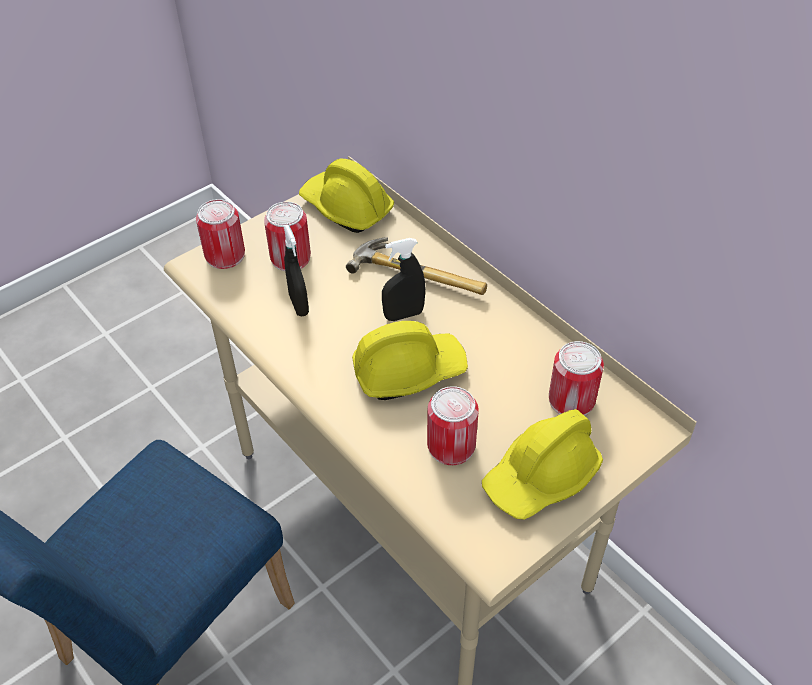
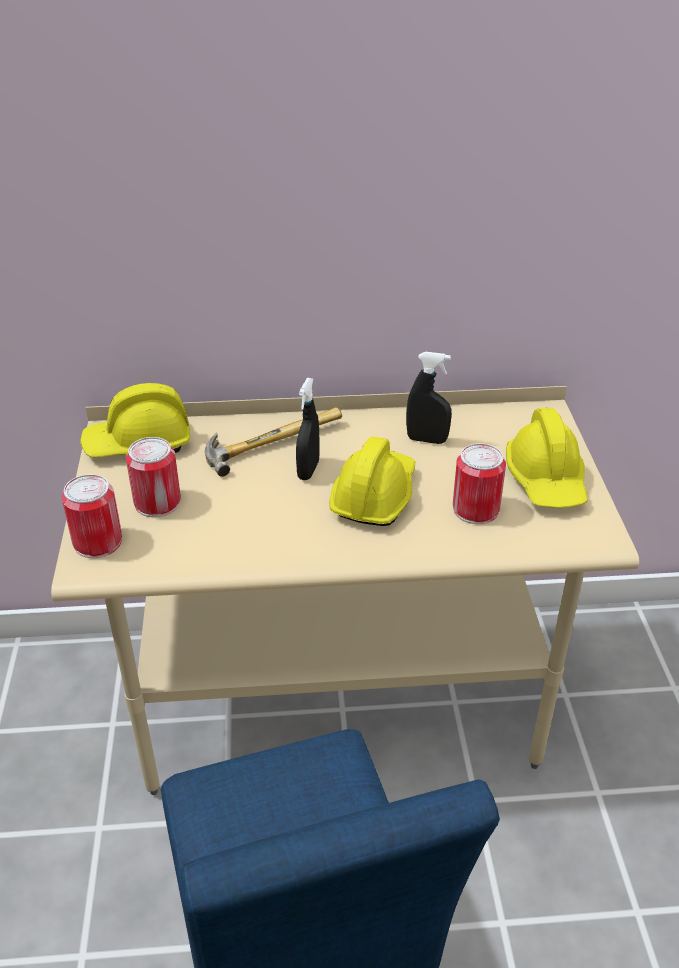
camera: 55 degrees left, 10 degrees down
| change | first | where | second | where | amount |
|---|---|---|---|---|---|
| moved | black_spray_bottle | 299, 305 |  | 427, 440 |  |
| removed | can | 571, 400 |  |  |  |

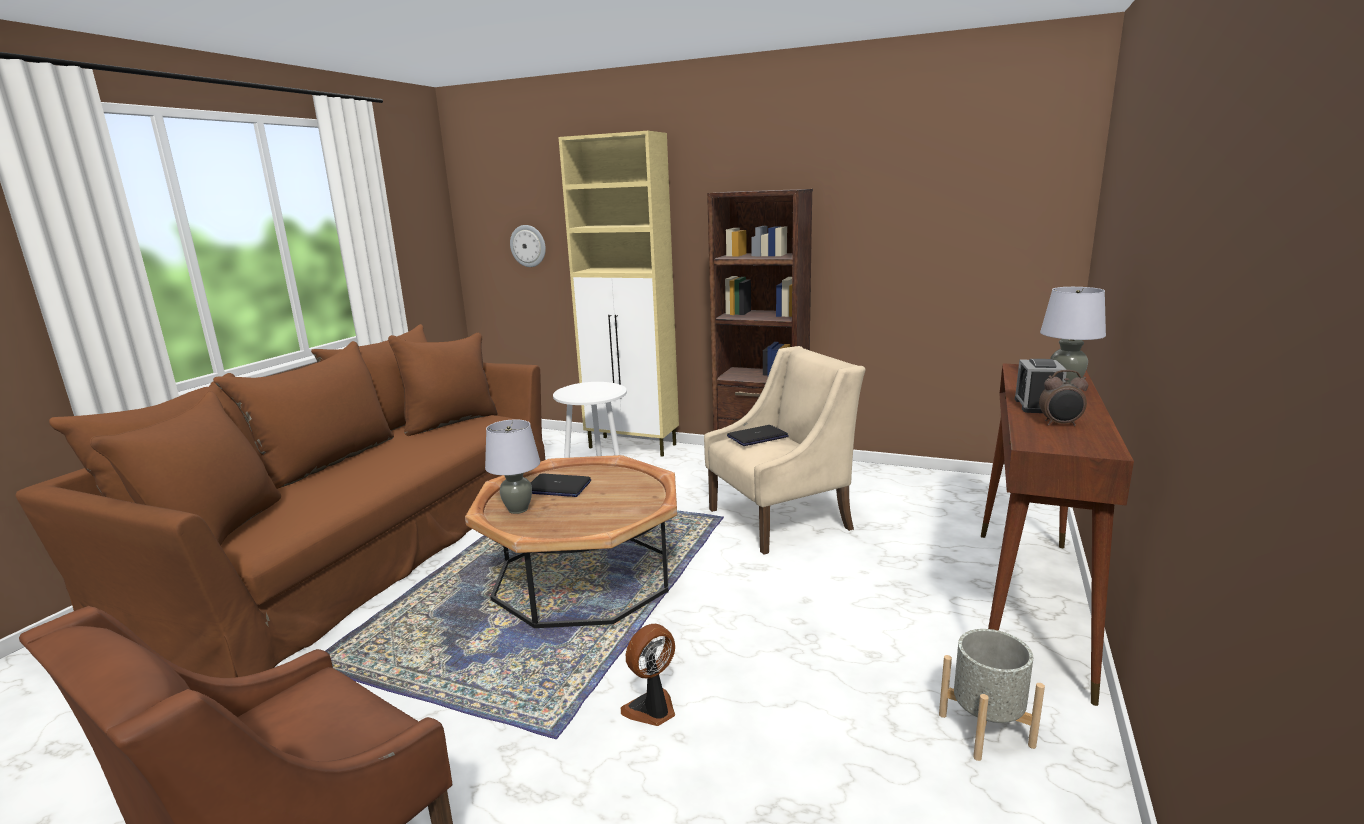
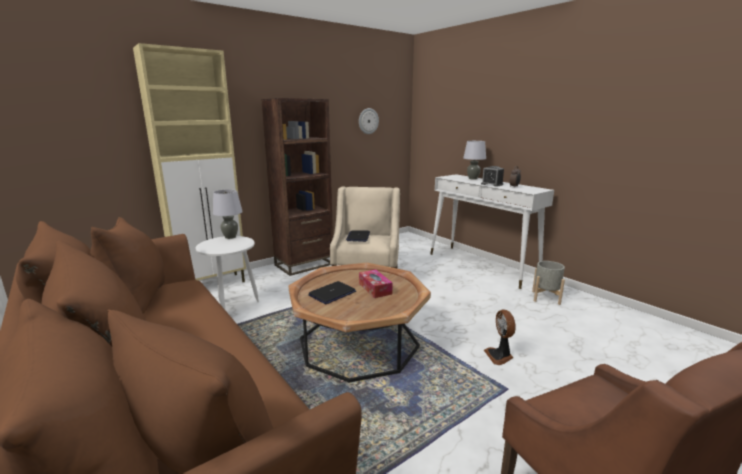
camera: 60 degrees left, 0 degrees up
| change | first | where | second | where | amount |
|---|---|---|---|---|---|
| moved | grey_table_lamp | 518, 509 |  | 230, 237 |  |
| moved | wall_clock | 528, 246 |  | 368, 121 |  |
| added |  |  | tissue_box | 375, 288 |  |
| recoloured | brown_console_table | 1028, 605 | white_console_table | 482, 266 |  |

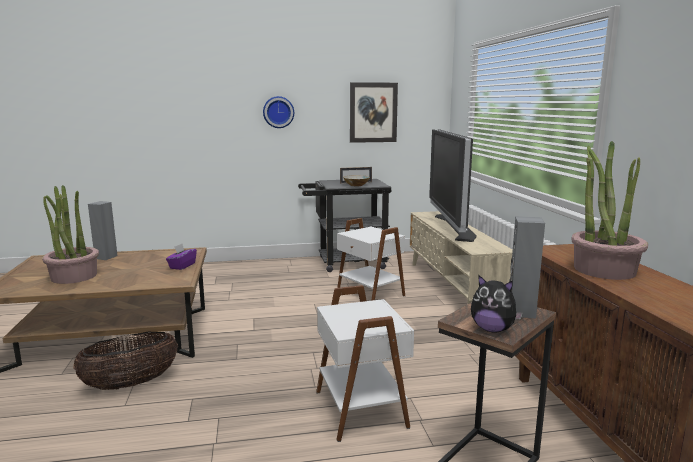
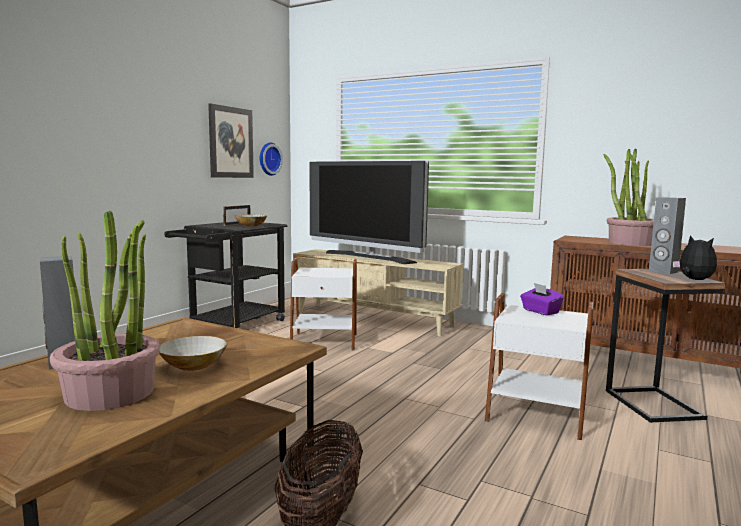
camera: 50 degrees left, 5 degrees down
| change | first | where | second | where | amount |
|---|---|---|---|---|---|
| added |  |  | bowl | 192, 365 |  |
| moved | wall_clock | 278, 112 |  | 268, 159 |  |
| moved | purple_tissue_box | 182, 266 |  | 540, 311 |  |
| turned | plush_toy | 492, 329 |  | 694, 280 | 90 degrees counterclockwise |

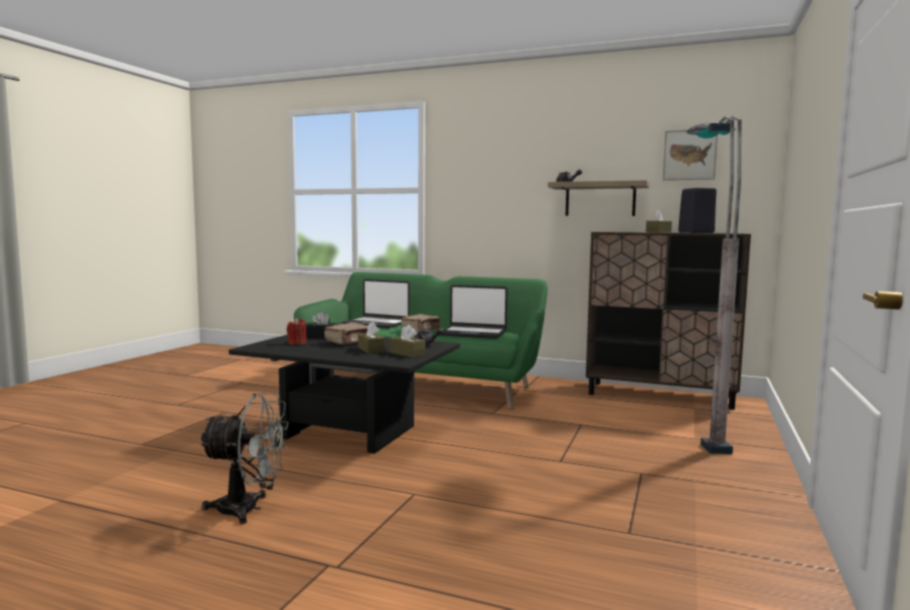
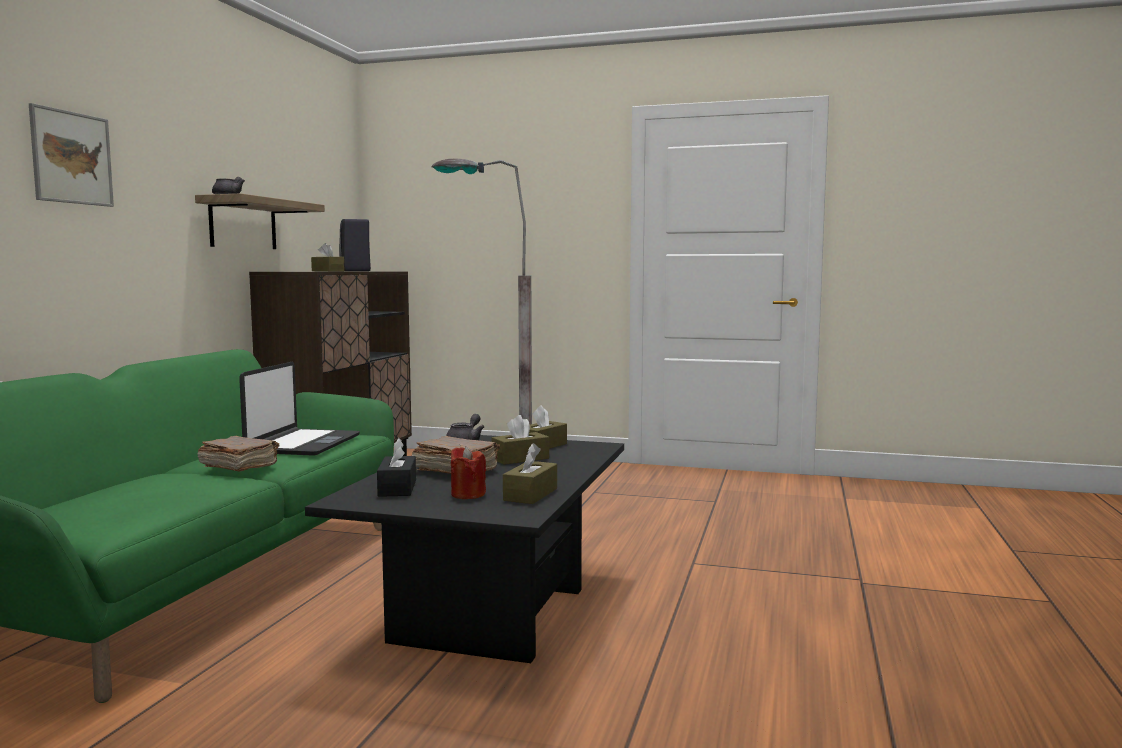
camera: 95 degrees left, 0 degrees up
| change | first | where | second | where | amount |
|---|---|---|---|---|---|
| moved | picture | 689, 155 |  | 71, 158 |  |
| added |  |  | brown_tissue_box | 530, 494 |  |
| removed | grey_fan | 248, 509 |  |  |  |
| removed | laptop | 377, 323 |  |  |  |

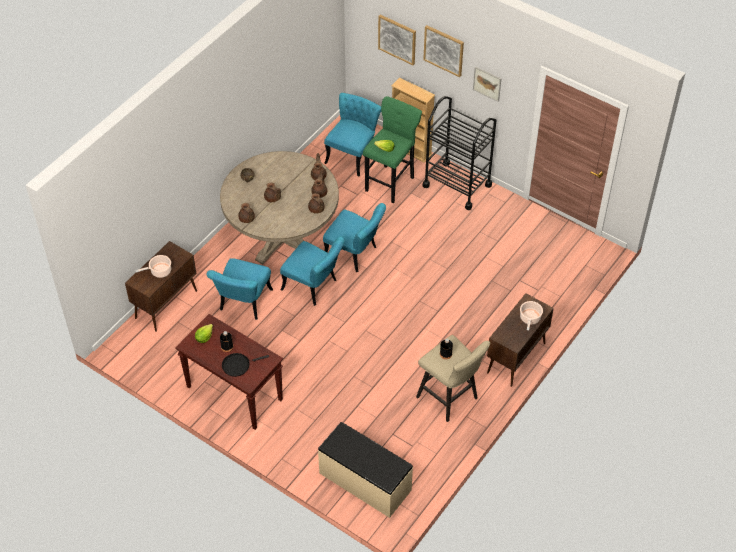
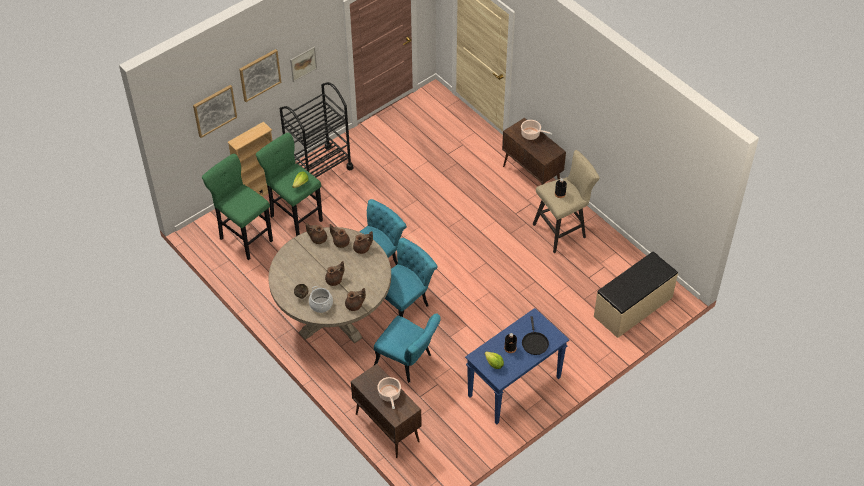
camera: 75 degrees left, 0 degrees up
| change | first | where | second | where | amount |
|---|---|---|---|---|---|
| replaced | turquoise_chair | 353, 154 | green_stool | 244, 238 |  |
| added |  |  | cooking_pot | 321, 304 |  |
| recoloured | brown_console_table | 233, 393 | blue_console_table | 514, 388 |  |

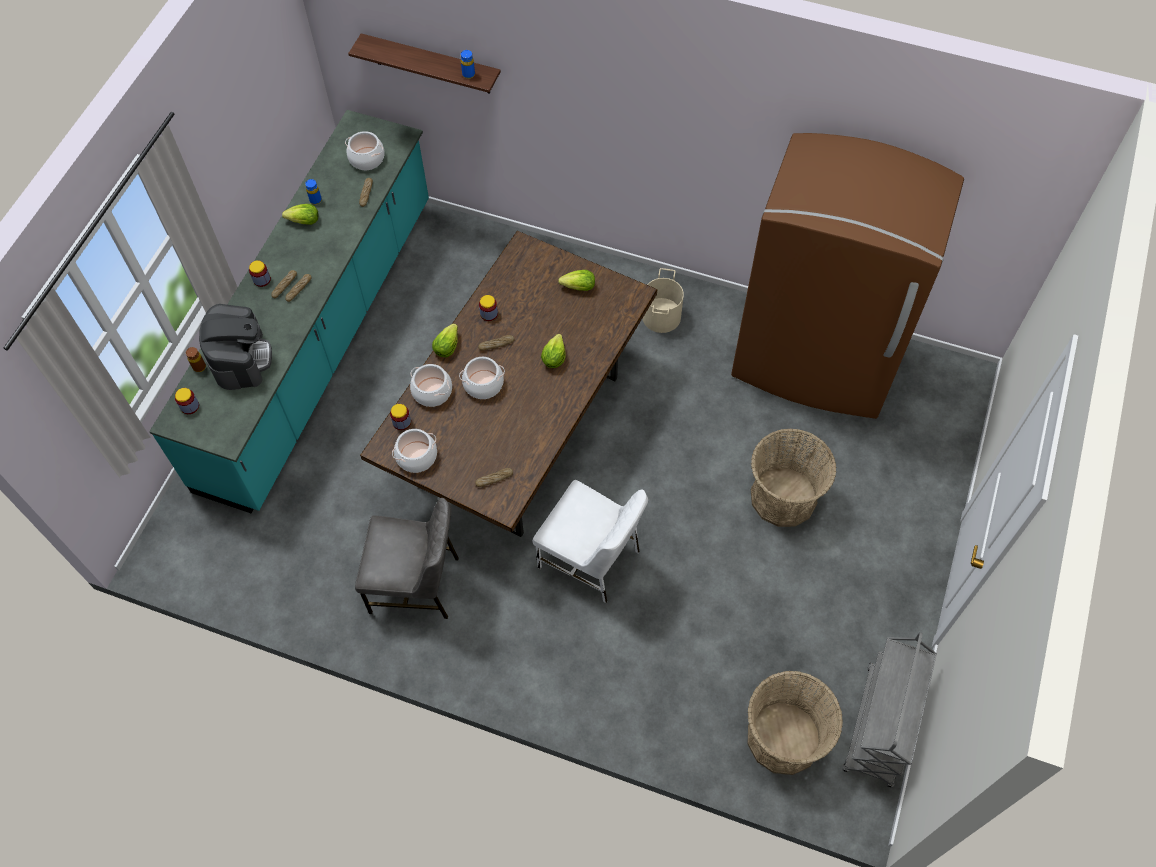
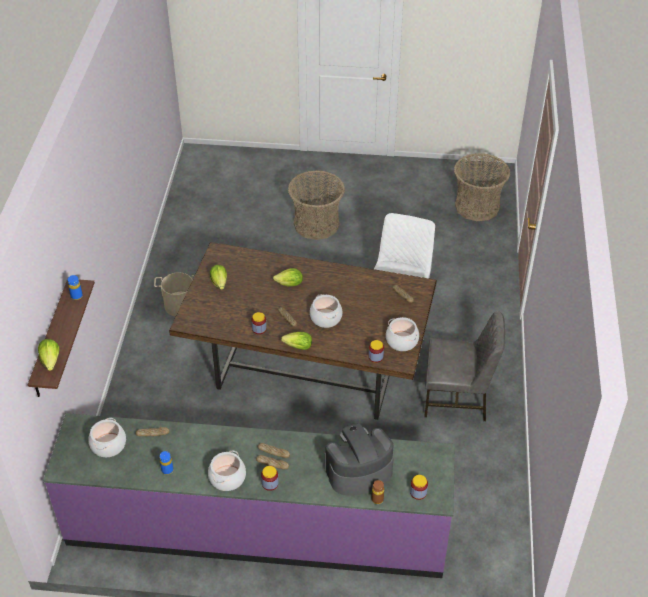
camera: 105 degrees left, 15 degrees down
| change | first | where | second | where | amount |
|---|---|---|---|---|---|
| moved | lettuce | 304, 221 |  | 51, 361 |  |
| recoloured | turquoise_counter | 320, 341 | purple_counter | 257, 528 |  |
| moved | cooking_pot | 432, 392 |  | 227, 478 |  |
| turned | grey_chair | 416, 584 |  | 457, 398 | 105 degrees clockwise |
| removed | brown_fridge | 815, 361 |  |  |  |
| removed | grey_cart | 879, 726 |  |  |  |

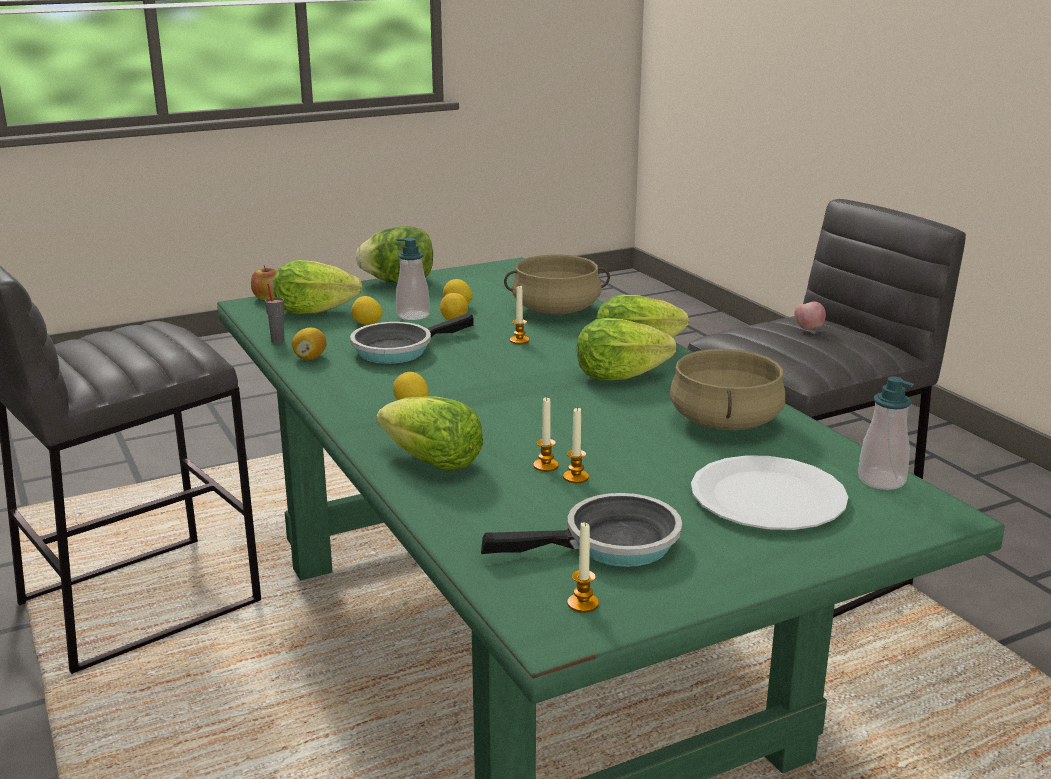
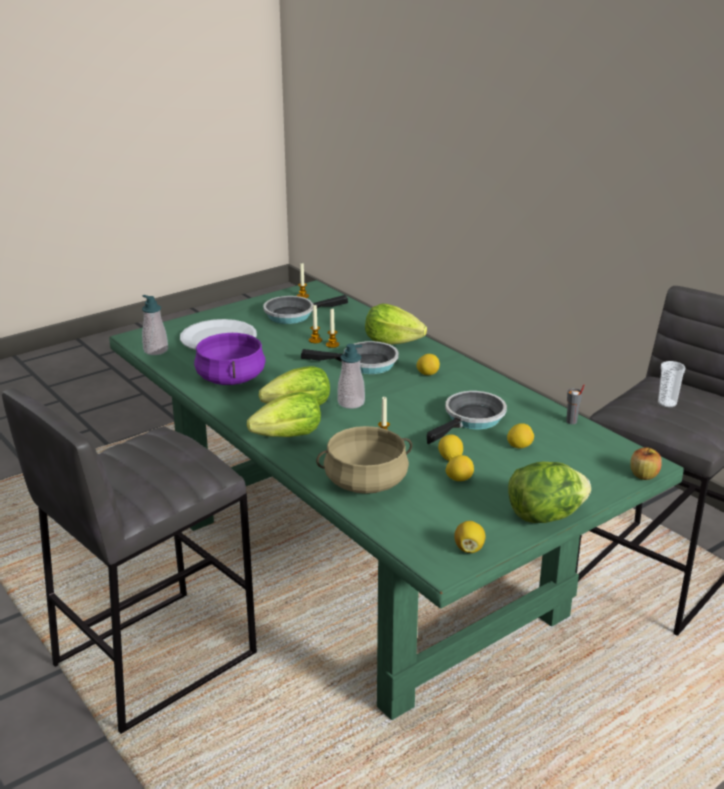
camera: 170 degrees right, 5 degrees up
| change | first | where | second | where | amount |
|---|---|---|---|---|---|
| recoloured | beige_cooking_pot | 724, 421 | purple_cooking_pot | 231, 378 |  |
| added |  |  | frying_pan | 364, 364 |  |
| moved | soap_dispenser | 413, 315 |  | 351, 403 |  |
| moved | lemon | 310, 358 |  | 469, 548 |  |
| added |  |  | cup | 667, 403 |  |
| removed | lettuce | 314, 311 |  |  |  |
| removed | apple | 808, 329 |  |  |  |

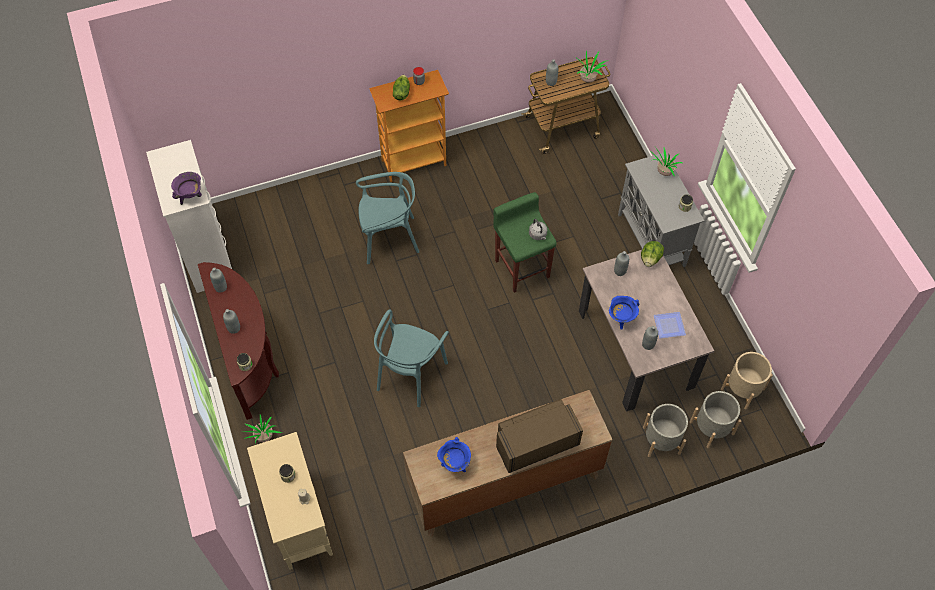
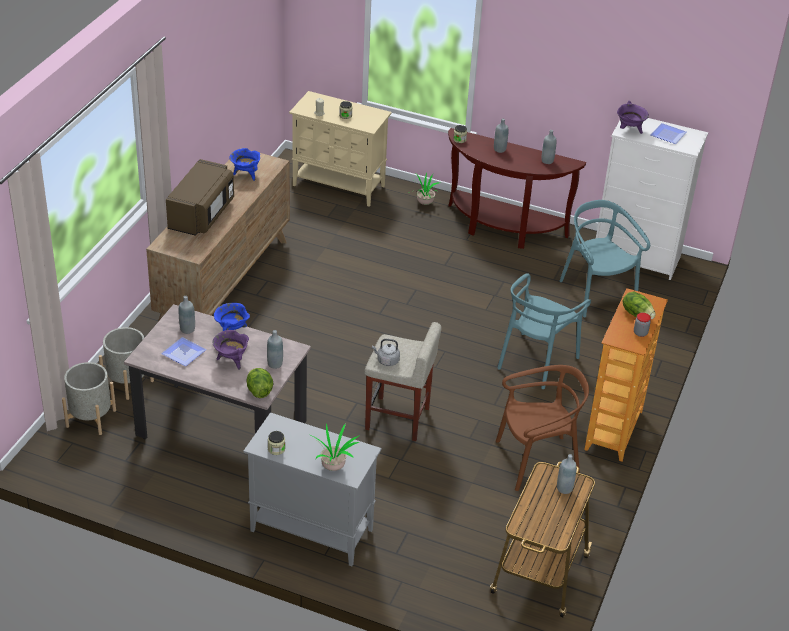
camera: 130 degrees right, 20 degrees down
| change | first | where | second | where | amount |
|---|---|---|---|---|---|
| added |  |  | purple_cooking_pot | 231, 360 |  |
| recoloured | green_stool | 522, 268 | beige_stool | 398, 419 |  |
| added |  |  | brown_chair | 536, 461 |  |
| moved | turquoise_chair | 410, 374 |  | 596, 293 |  |
| added |  |  | plate | 667, 134 |  |
| removed | potted_plant | 588, 79 |  |  |  |
| removed | beige_planter | 742, 389 |  |  |  |

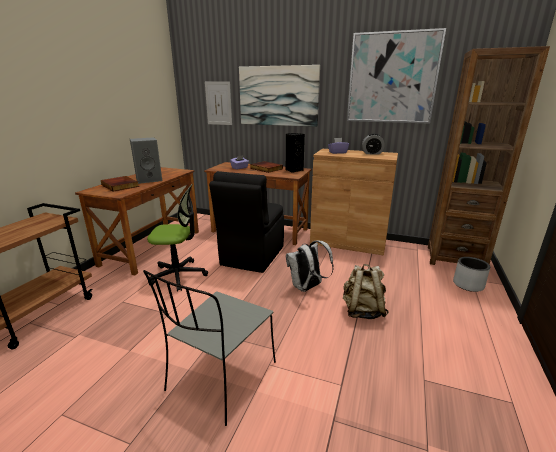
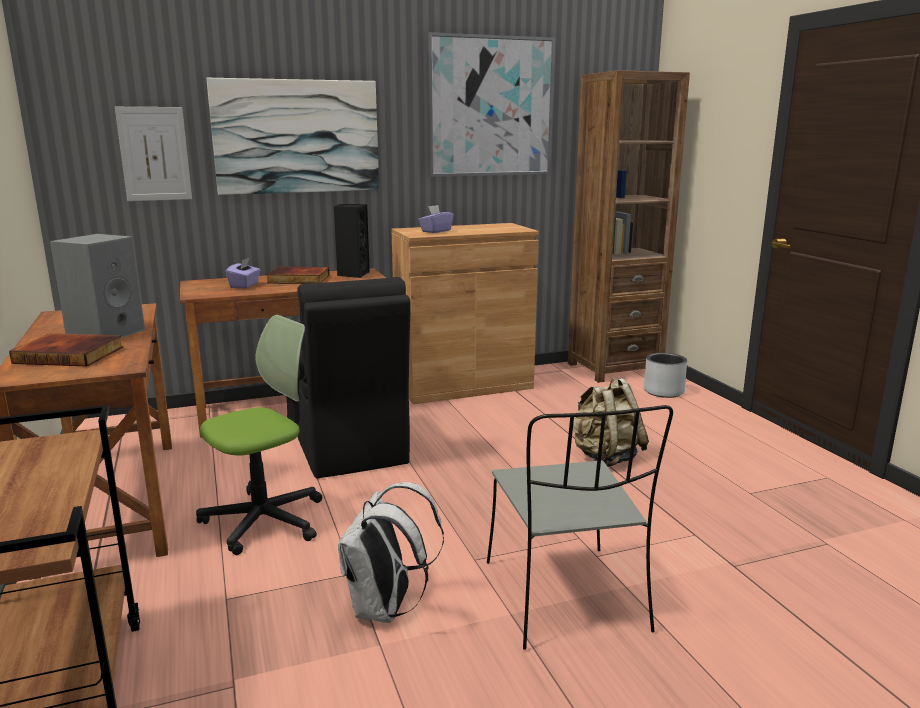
camera: 40 degrees left, 5 degrees down
| change | first | where | second | where | amount |
|---|---|---|---|---|---|
| moved | white_backpack | 307, 287 |  | 386, 609 |  |
| removed | alarm_clock | 372, 153 |  |  |  |

